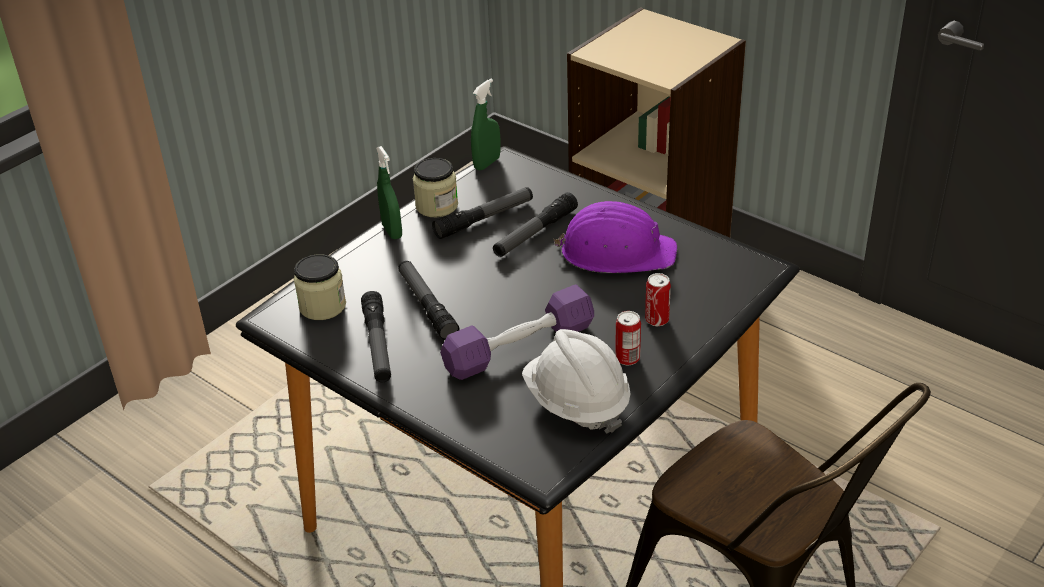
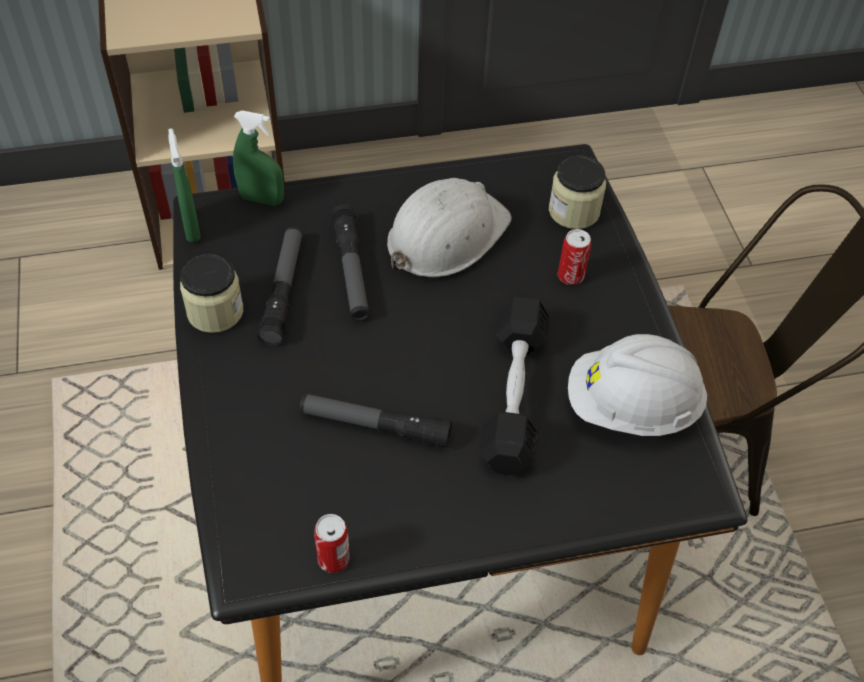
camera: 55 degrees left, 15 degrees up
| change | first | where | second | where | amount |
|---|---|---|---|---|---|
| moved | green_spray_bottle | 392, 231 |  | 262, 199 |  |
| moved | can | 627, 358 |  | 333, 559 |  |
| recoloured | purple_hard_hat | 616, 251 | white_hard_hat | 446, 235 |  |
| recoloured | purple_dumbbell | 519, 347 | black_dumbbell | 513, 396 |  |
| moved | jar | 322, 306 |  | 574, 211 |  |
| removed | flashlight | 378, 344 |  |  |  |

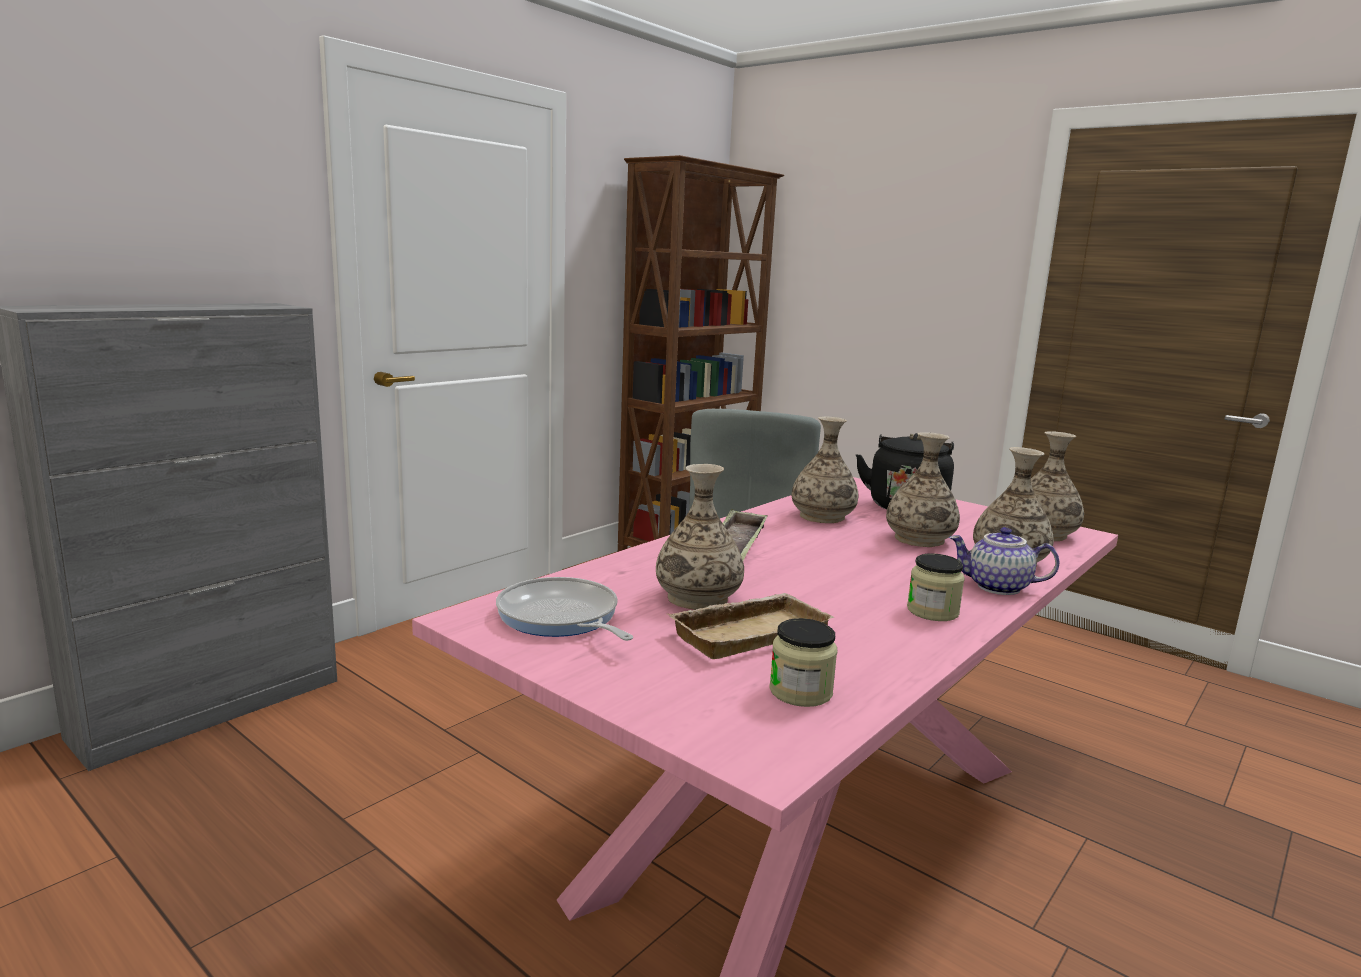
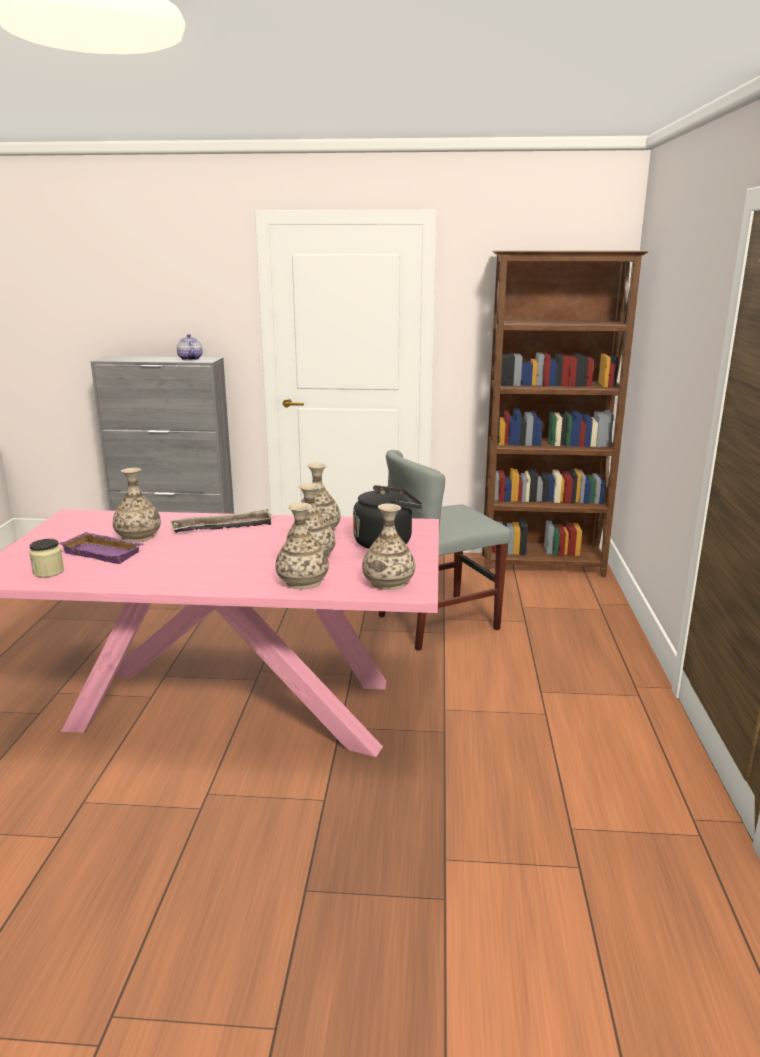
camera: 55 degrees right, 5 degrees up
| change | first | where | second | where | amount |
|---|---|---|---|---|---|
| recoloured | beige_tray | 749, 632 | purple_tray | 105, 552 |  |
| moved | teapot | 997, 587 |  | 189, 359 |  |
| removed | frying_pan | 560, 618 |  |  |  |
| removed | jar | 932, 611 |  |  |  |

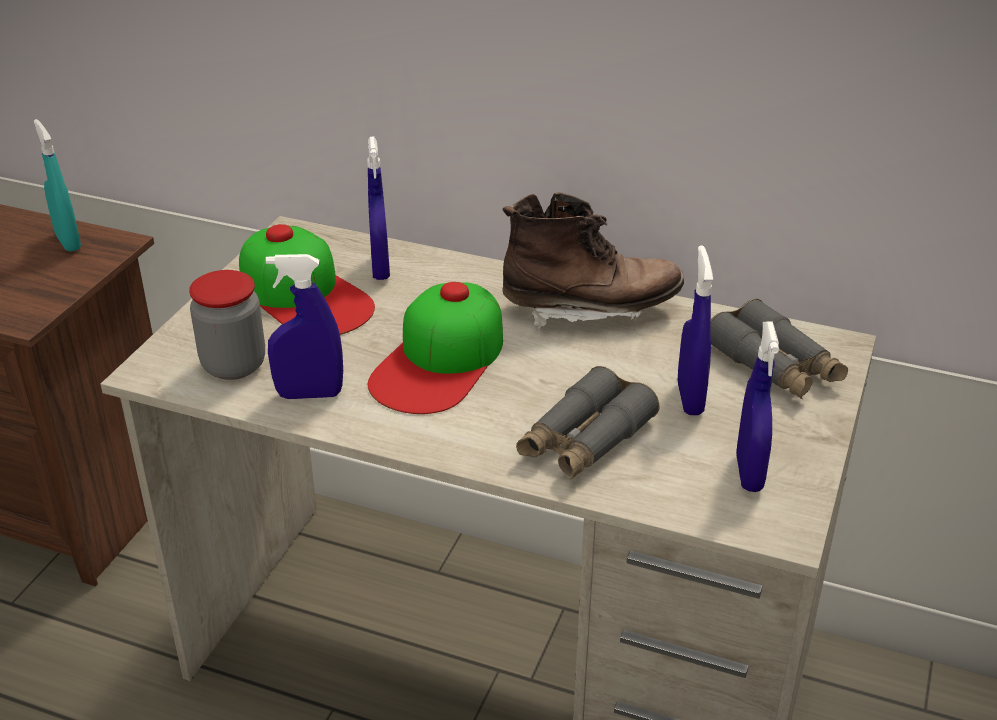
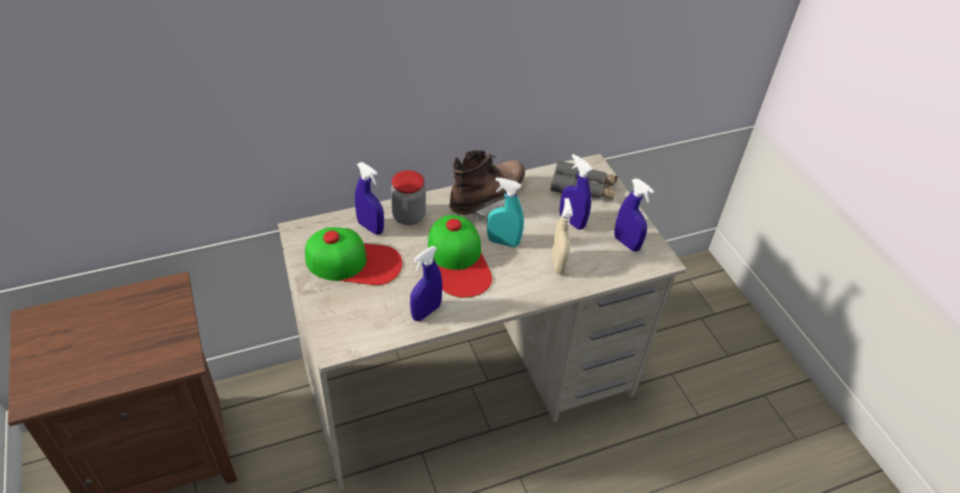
camera: 45 degrees left, 10 degrees up
| change | first | where | second | where | amount |
|---|---|---|---|---|---|
| moved | jar | 234, 365 |  | 408, 216 |  |
| moved | turquoise_spray_bottle | 68, 242 |  | 503, 242 |  |
| replaced | grey_binoculars | 585, 440 | beige_spray_bottle | 558, 264 |  |

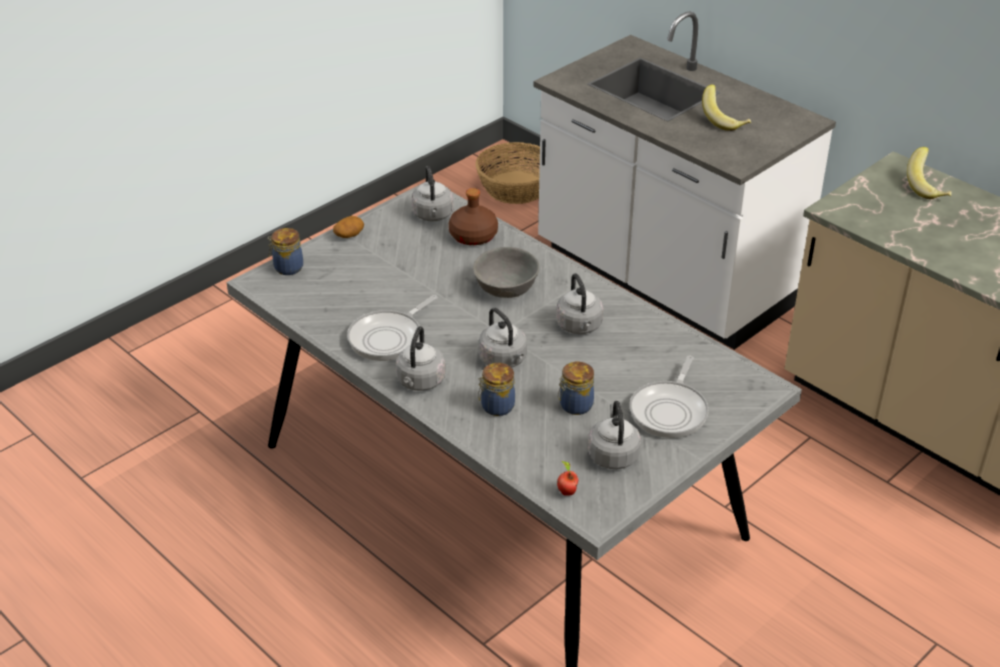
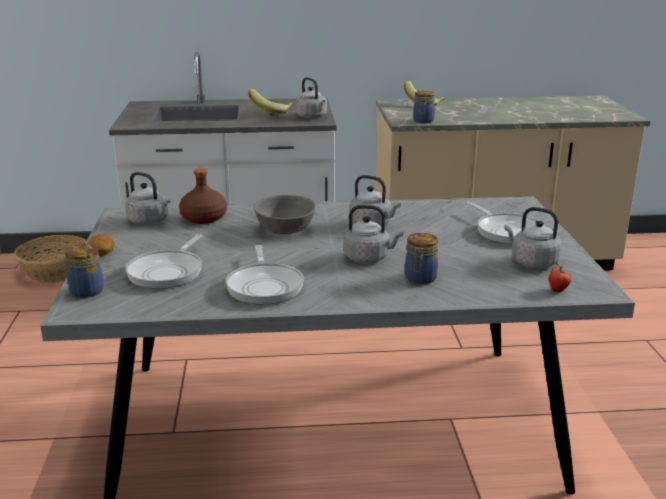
camera: 50 degrees left, 15 degrees down
| change | first | where | second | where | amount |
|---|---|---|---|---|---|
| added |  |  | frying_pan | 168, 272 |  |
| moved | grey_kettle | 420, 382 |  | 312, 117 |  |
| moved | jar | 574, 406 |  | 423, 121 |  |

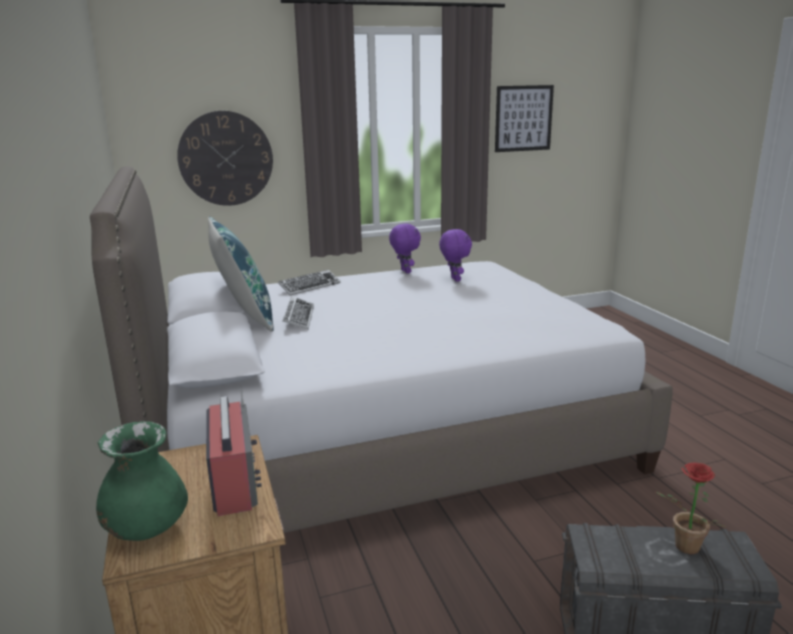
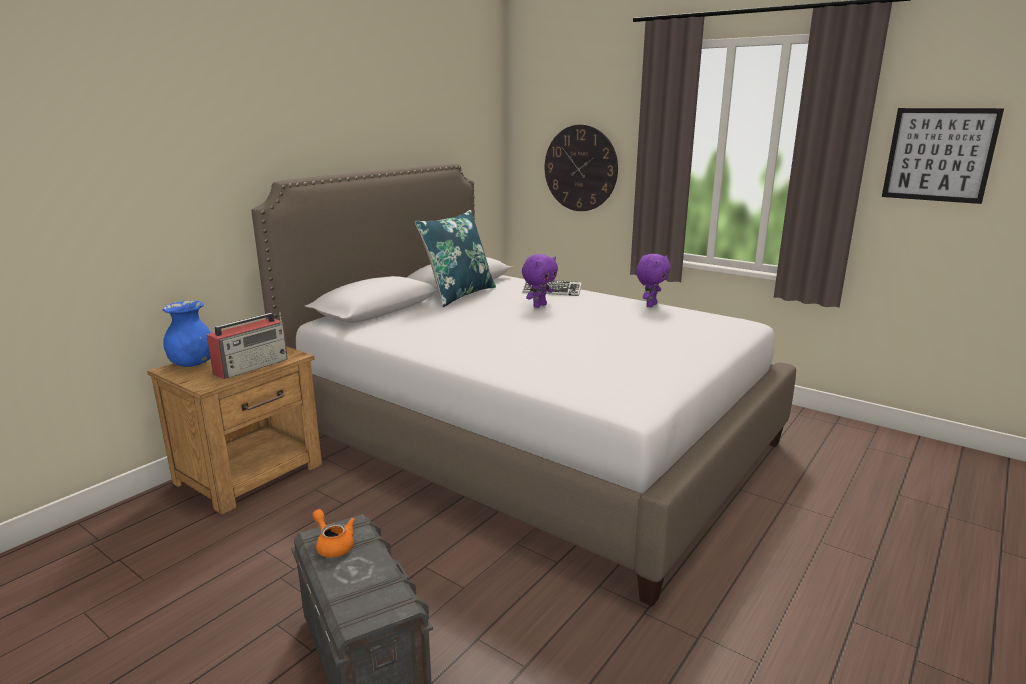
camera: 55 degrees right, 0 degrees up
| change | first | where | second | where | amount |
|---|---|---|---|---|---|
| recoloured | green_vase | 147, 528 | blue_vase | 193, 364 |  |
| added |  |  | orange_teapot | 333, 545 |  |
| moved | purple_plush_toy | 454, 279 |  | 539, 305 |  |
| removed | keyboard | 298, 317 |  |  |  |
| removed | potted_plant | 682, 547 |  |  |  |

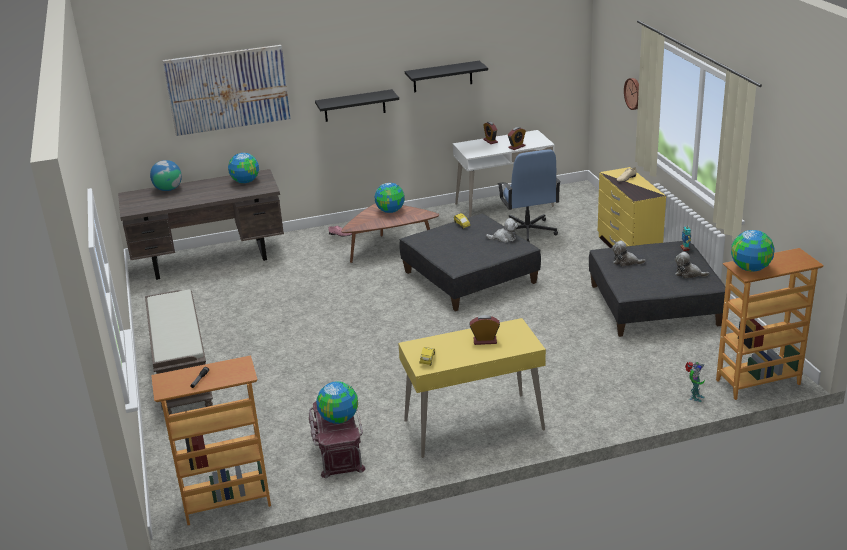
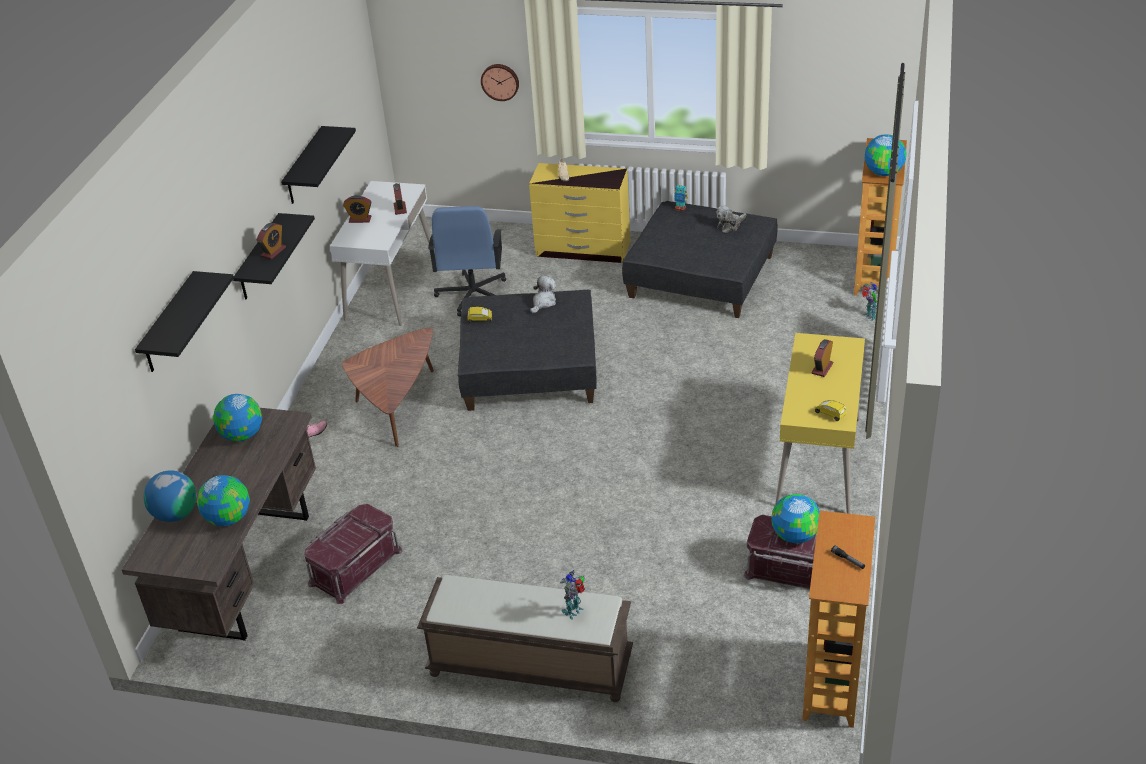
camera: 60 degrees left, 10 degrees up
| change | first | where | second | where | amount |
|---|---|---|---|---|---|
| replaced | picture | 228, 89 | black_shelf | 169, 324 |  |
| moved | globe | 390, 211 |  | 229, 518 |  |
| added |  |  | alarm_clock | 273, 252 |  |
| added |  |  | red_storage_box | 354, 566 |  |
| turned | blue_office_chair | 527, 232 |  | 472, 295 | 75 degrees clockwise |
| added |  |  | toy_robot | 574, 611 |  |
| removed | plush_toy | 626, 262 |  |  |  |

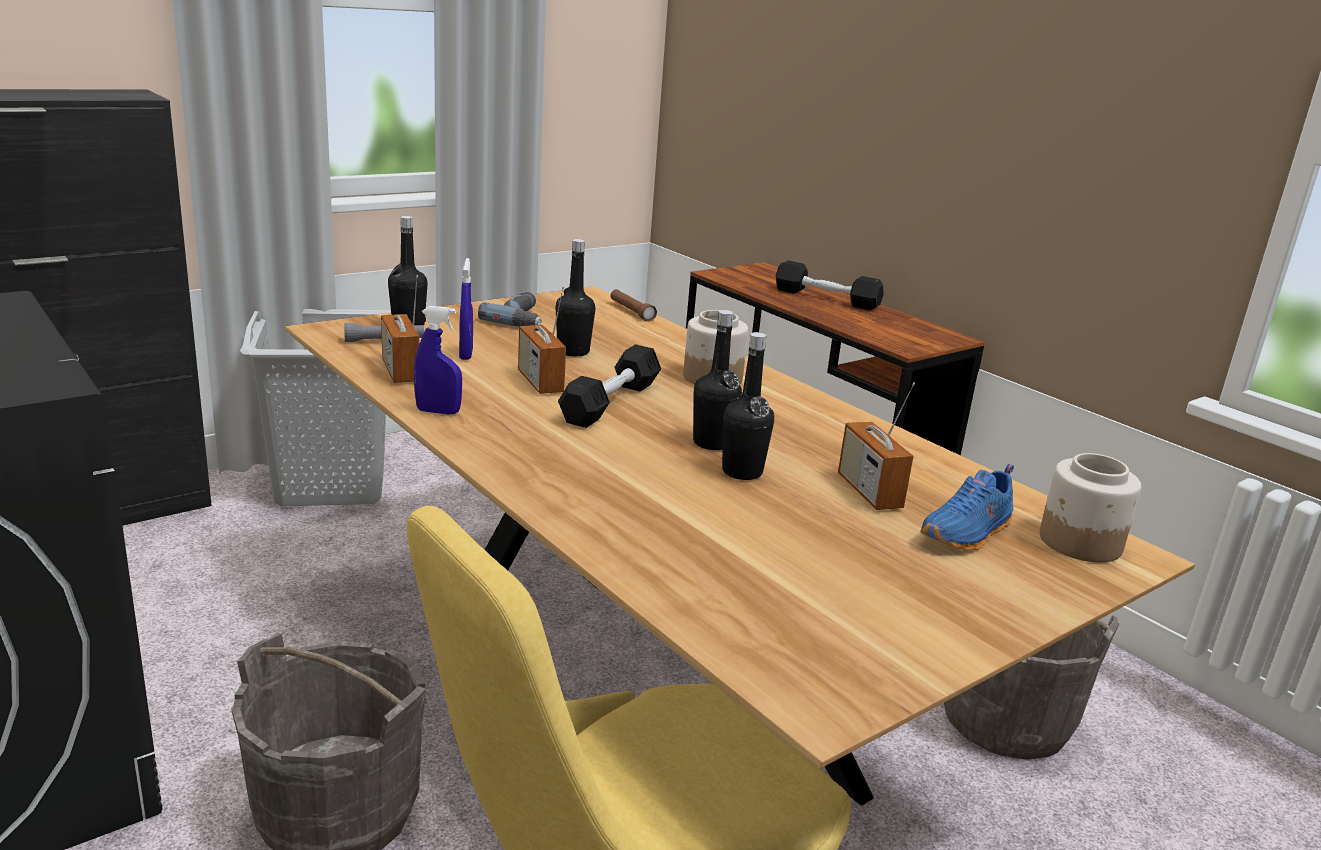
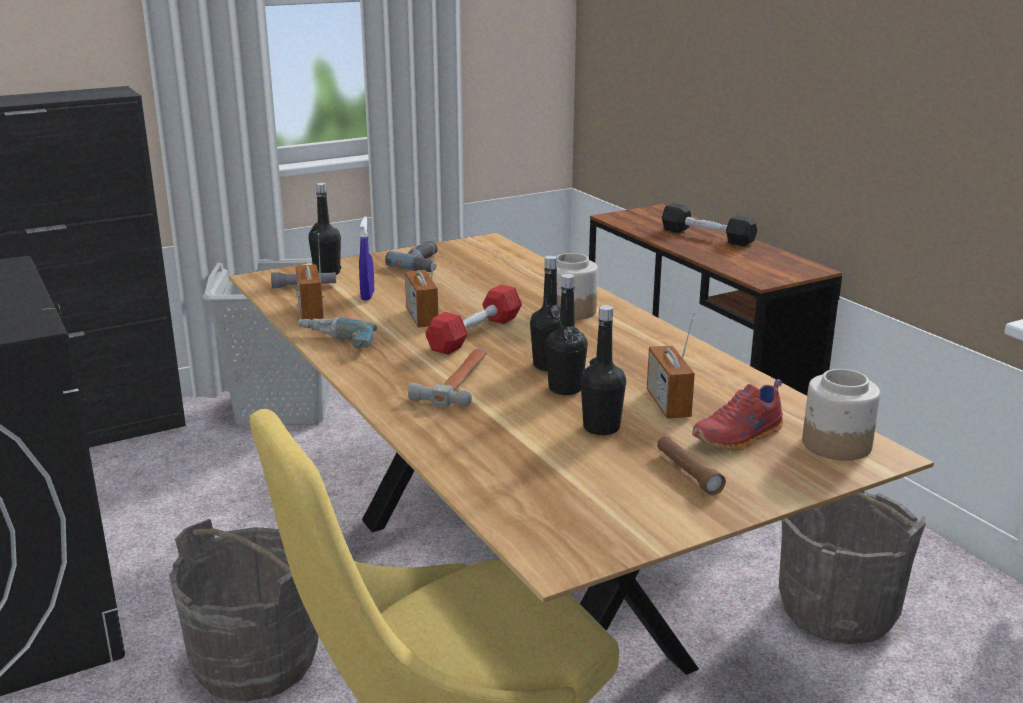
camera: 10 degrees right, 0 degrees up
| change | first | where | second | where | amount |
|---|---|---|---|---|---|
| replaced | blue_spray_bottle | 438, 411 | power_drill | 332, 343 |  |
| added |  |  | hammer | 459, 382 |  |
| recoloured | black_dumbbell | 610, 402 | red_dumbbell | 475, 333 |  |
| moved | black_bottle | 573, 351 |  | 601, 428 |  |
| moved | brown_flashlight | 631, 311 |  | 688, 473 |  |
| recoloured | blue_shoe | 968, 533 | red_shoe | 739, 437 |  |

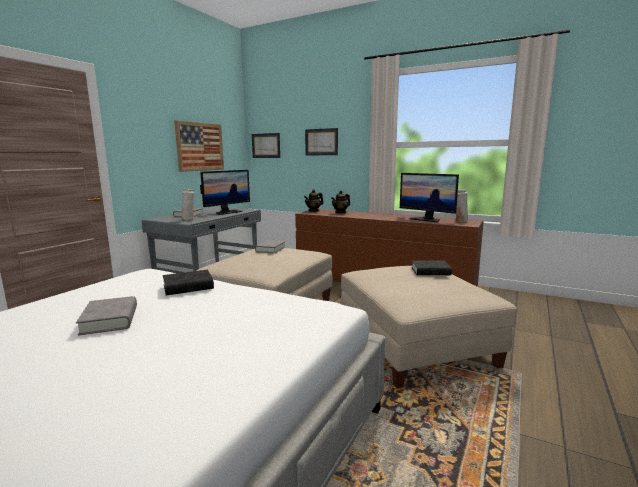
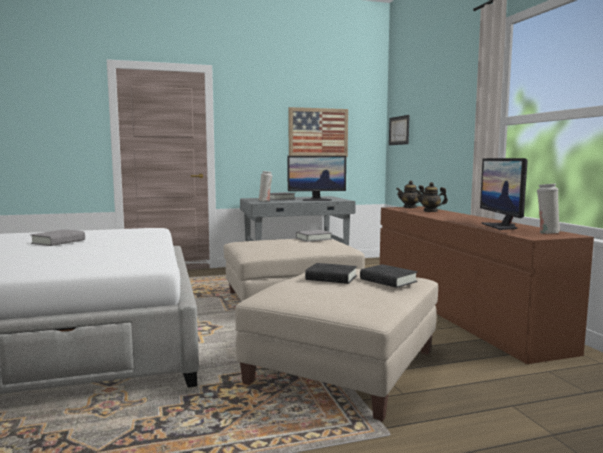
camera: 45 degrees right, 5 degrees down
| change | first | where | second | where | amount |
|---|---|---|---|---|---|
| moved | black_book | 188, 287 |  | 331, 278 |  |
| removed | picture | 321, 142 |  |  |  |

